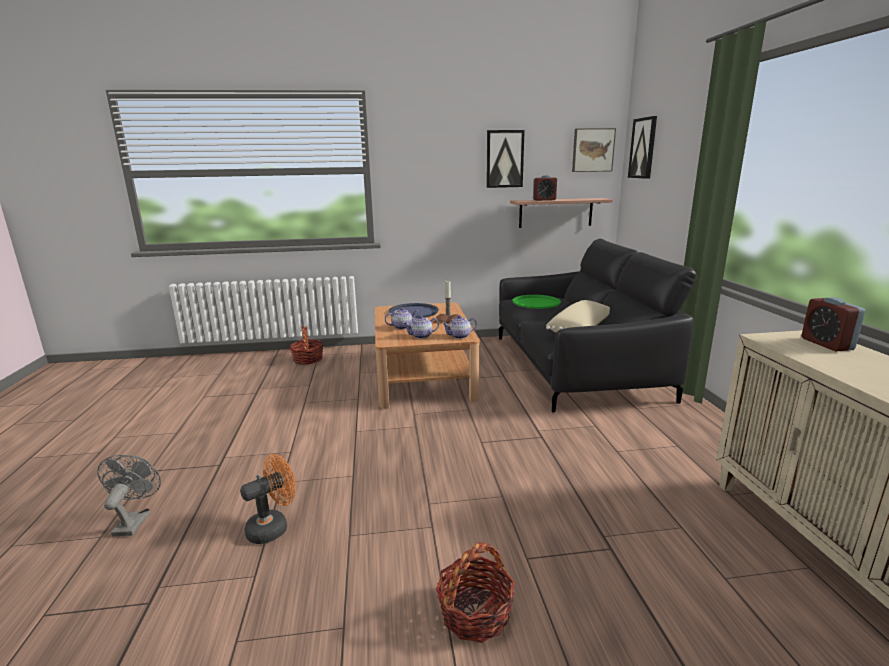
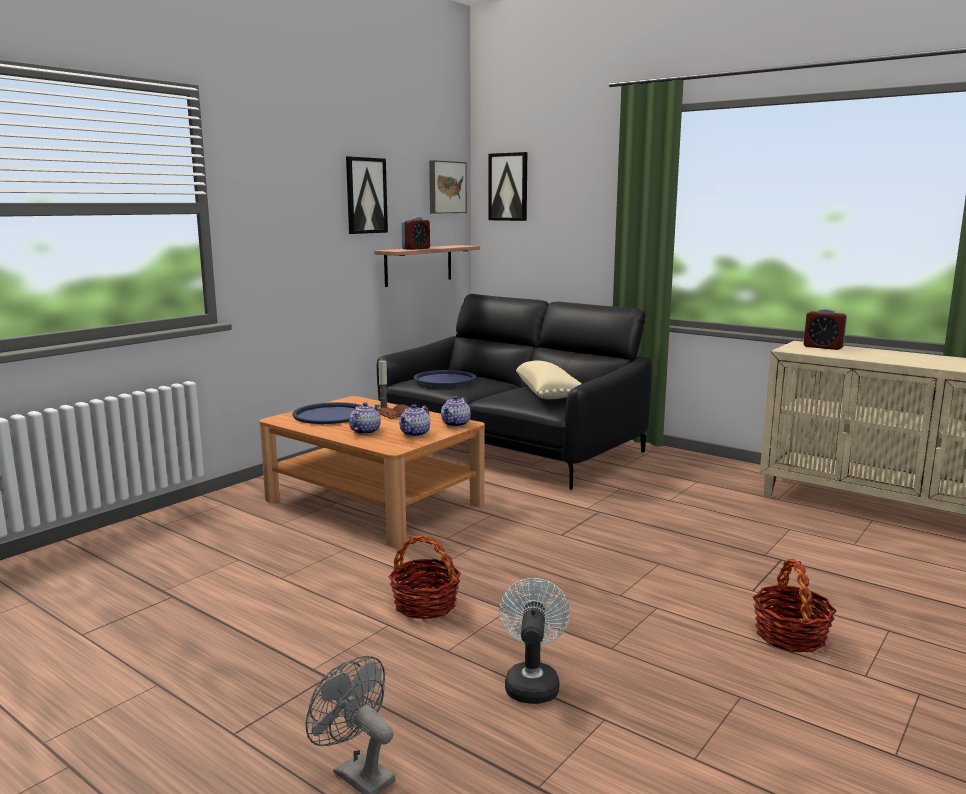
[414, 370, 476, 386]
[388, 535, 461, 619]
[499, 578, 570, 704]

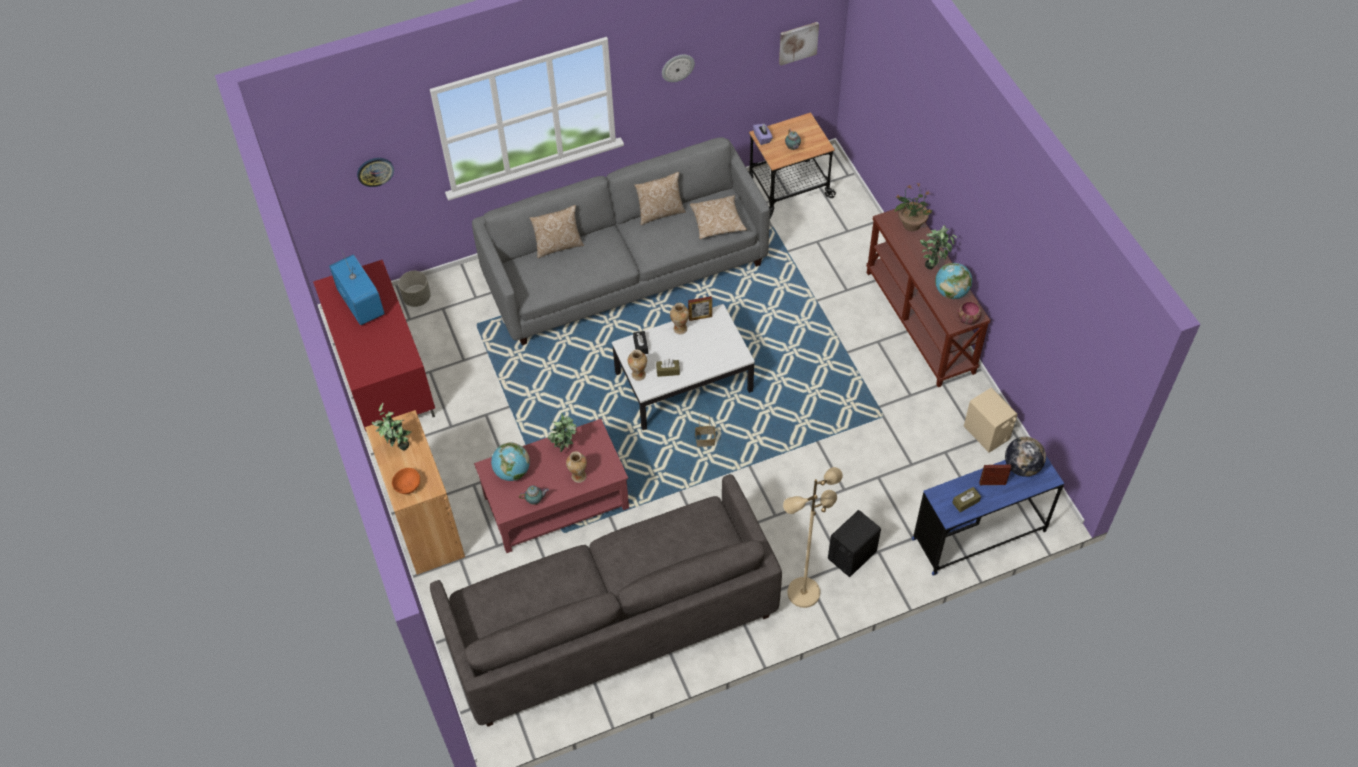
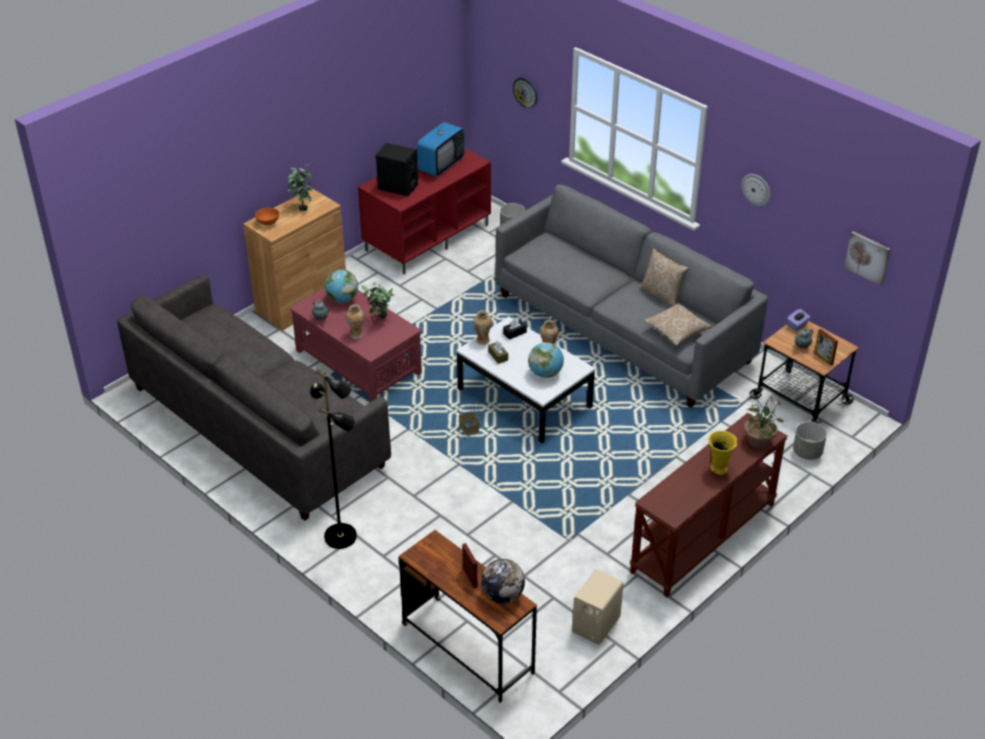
[530, 205, 584, 258] (first image)
[708, 431, 737, 475]
[528, 342, 564, 378]
[814, 329, 838, 366]
[957, 301, 982, 325] (first image)
[399, 530, 537, 703]
[310, 369, 357, 549]
[952, 487, 981, 512] (first image)
[375, 143, 418, 196]
[793, 422, 827, 460]

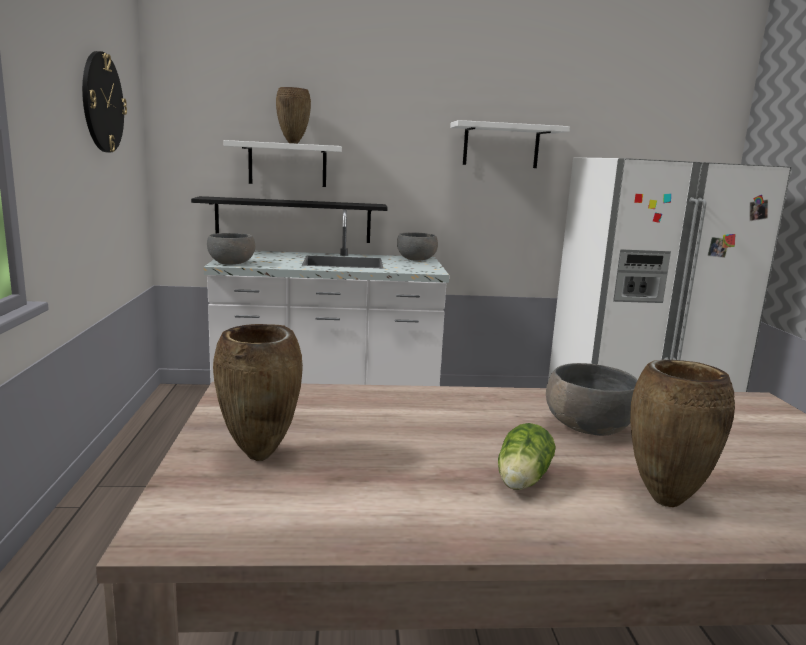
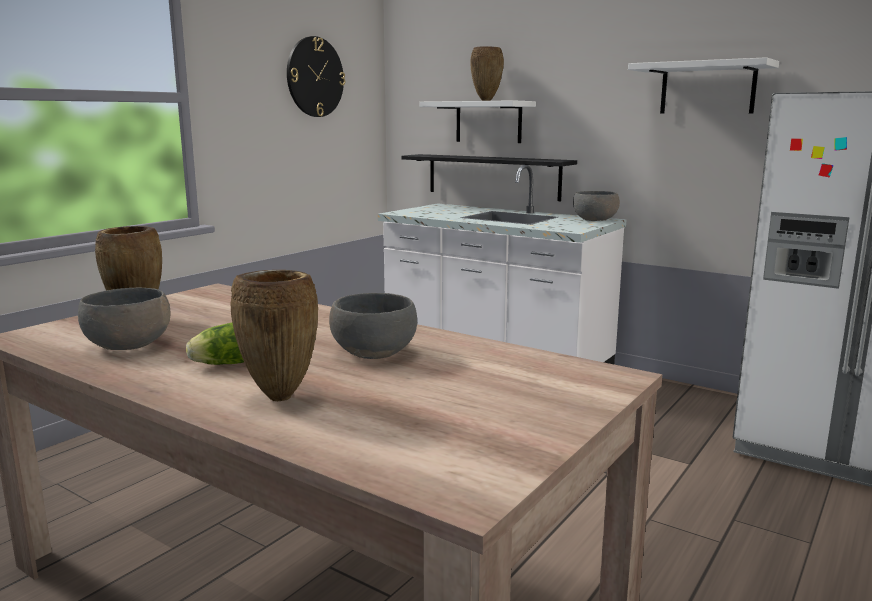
[78, 288, 171, 350]

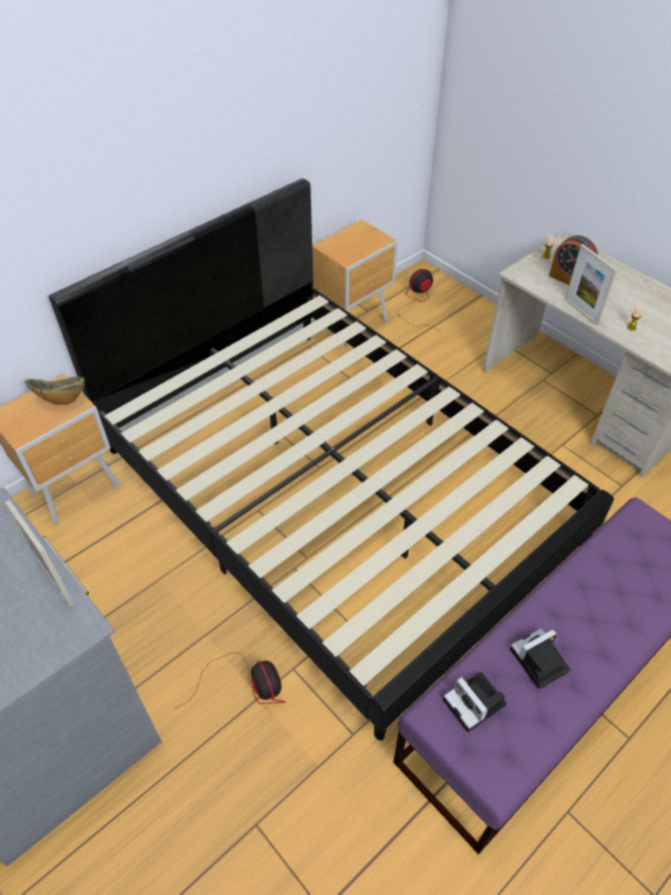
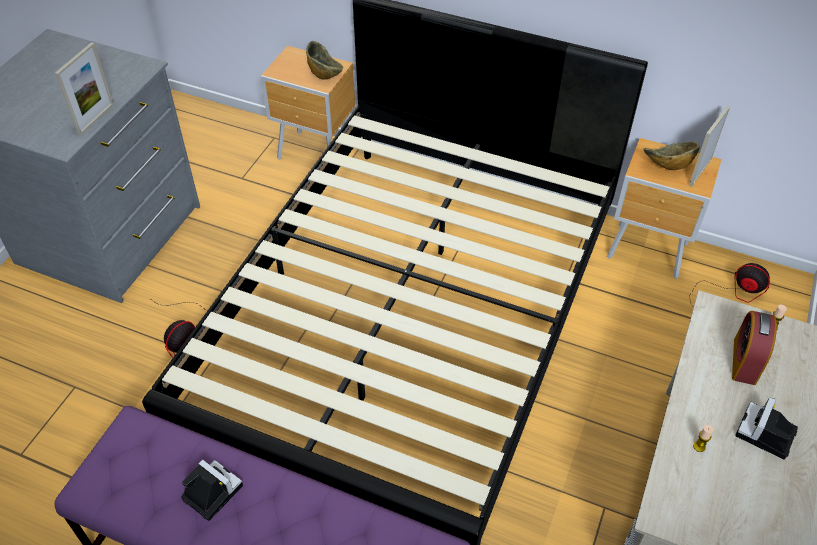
[689, 106, 730, 187]
[735, 397, 798, 460]
[644, 142, 700, 170]

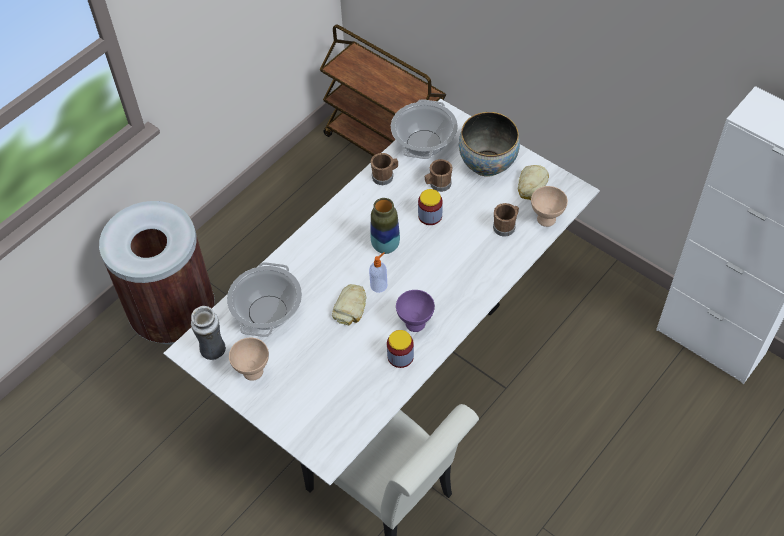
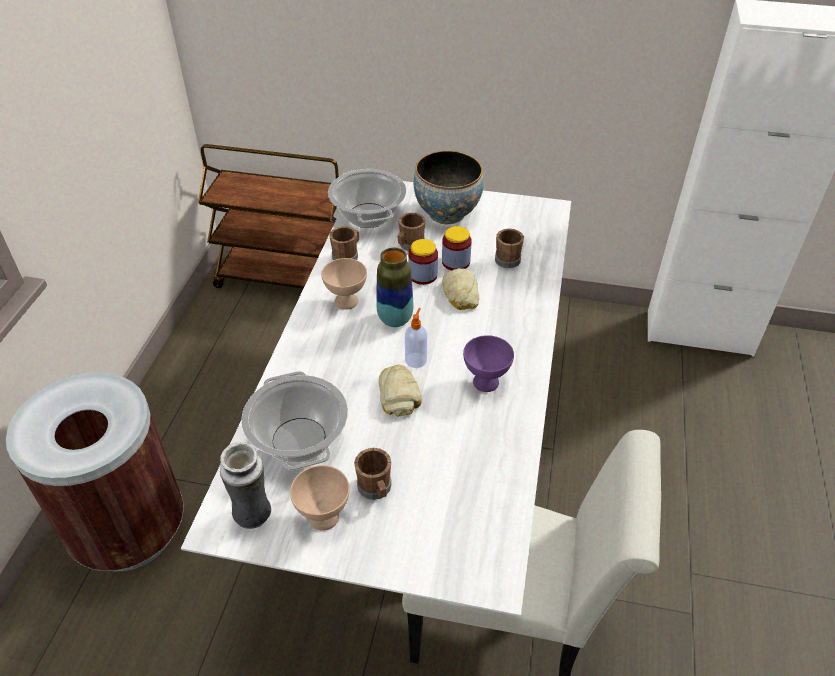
[442, 268, 479, 310]
[321, 258, 367, 310]
[442, 226, 472, 270]
[354, 448, 391, 500]

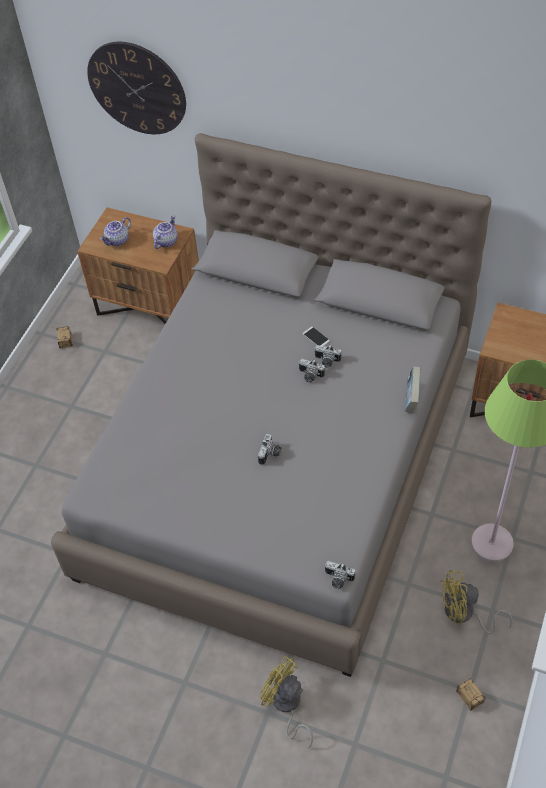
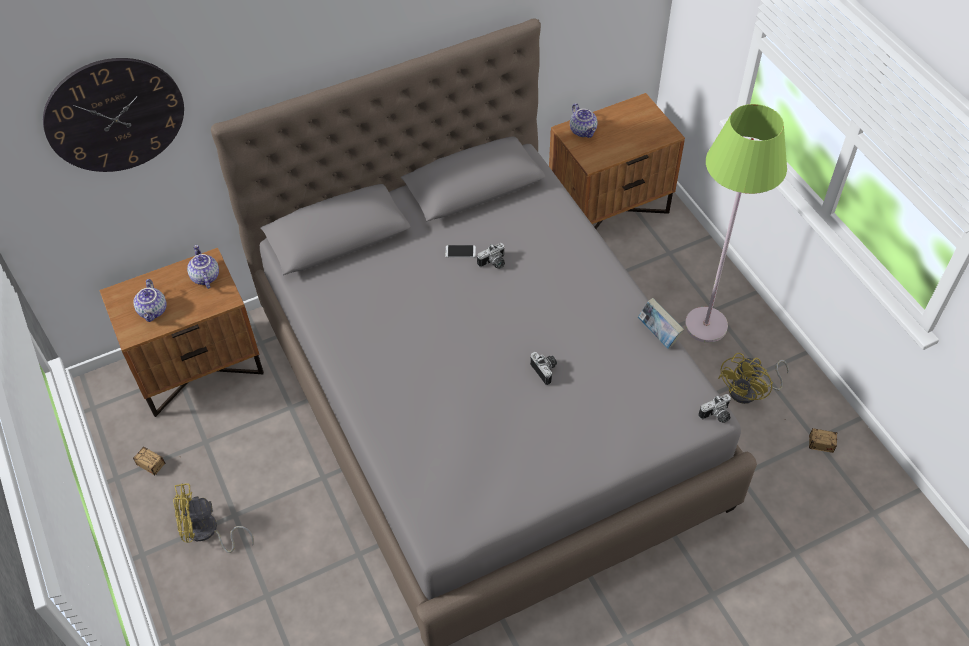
[299, 359, 325, 383] (first image)
[638, 298, 684, 349]
[173, 483, 254, 553]
[570, 103, 598, 138]

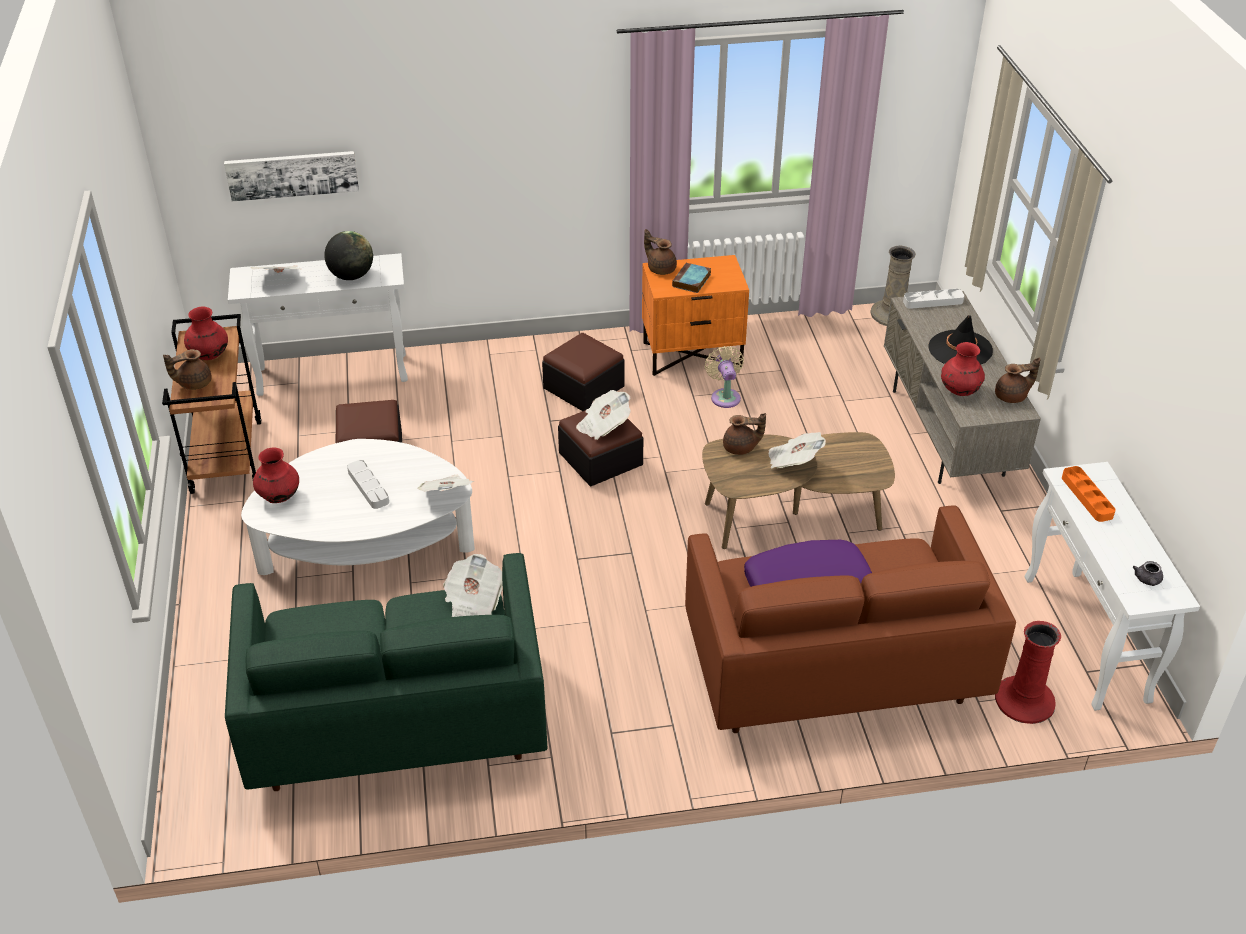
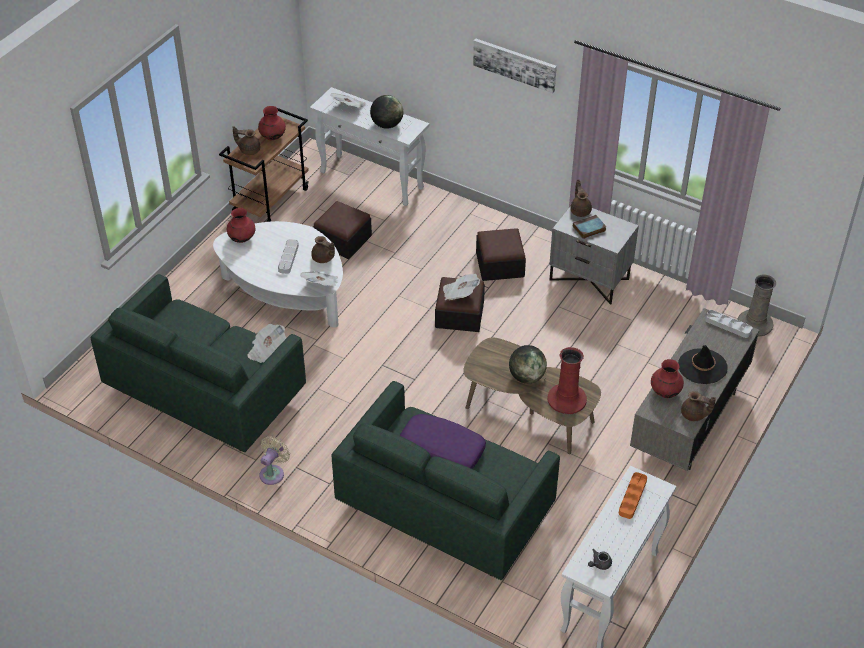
[473, 39, 557, 93]
[549, 207, 639, 305]
[259, 436, 290, 485]
[311, 236, 335, 263]
[509, 345, 547, 384]
[332, 381, 560, 580]
[547, 347, 587, 414]

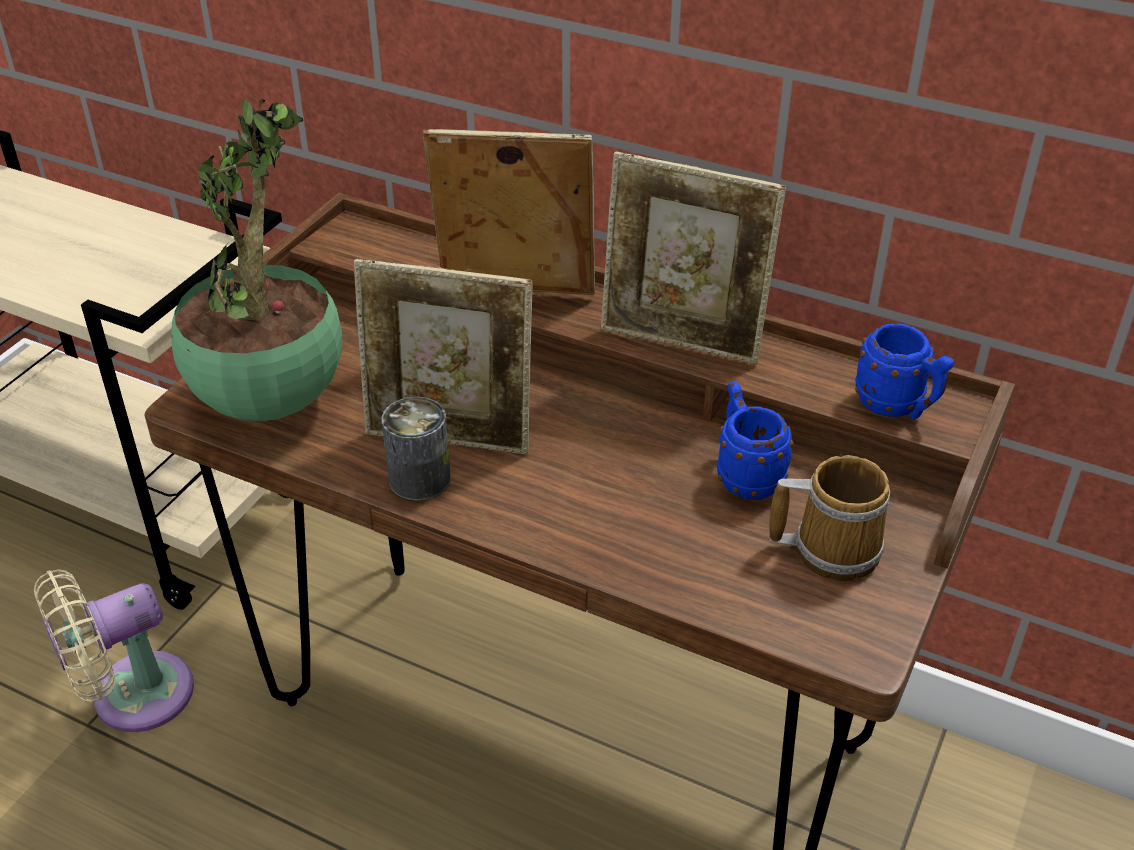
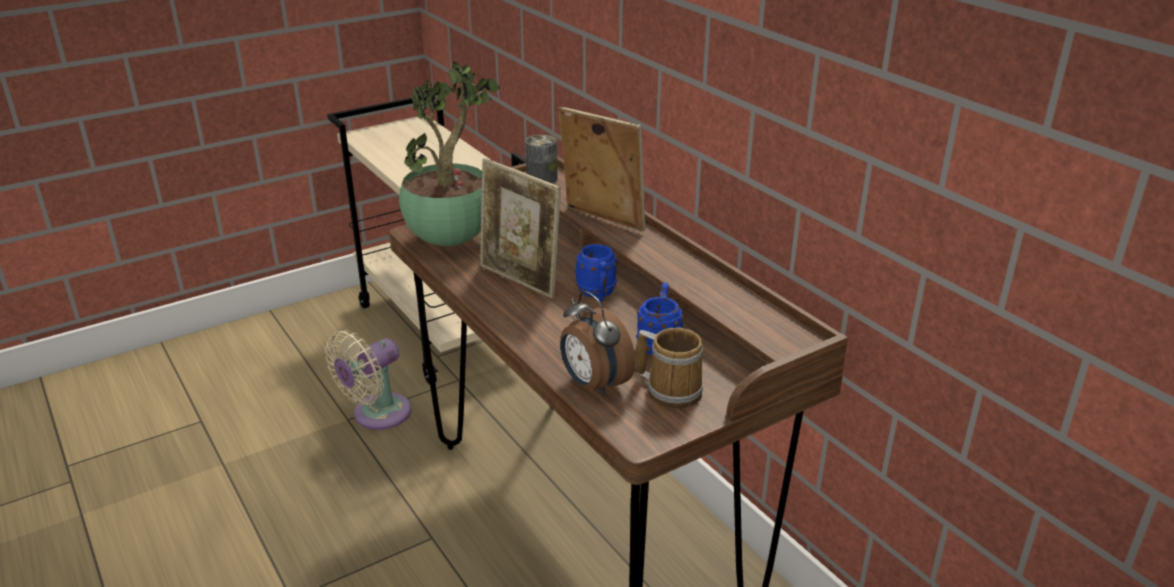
[601, 152, 786, 364] (first image)
[575, 244, 618, 301]
[525, 135, 558, 184]
[325, 331, 412, 430]
[560, 291, 635, 396]

